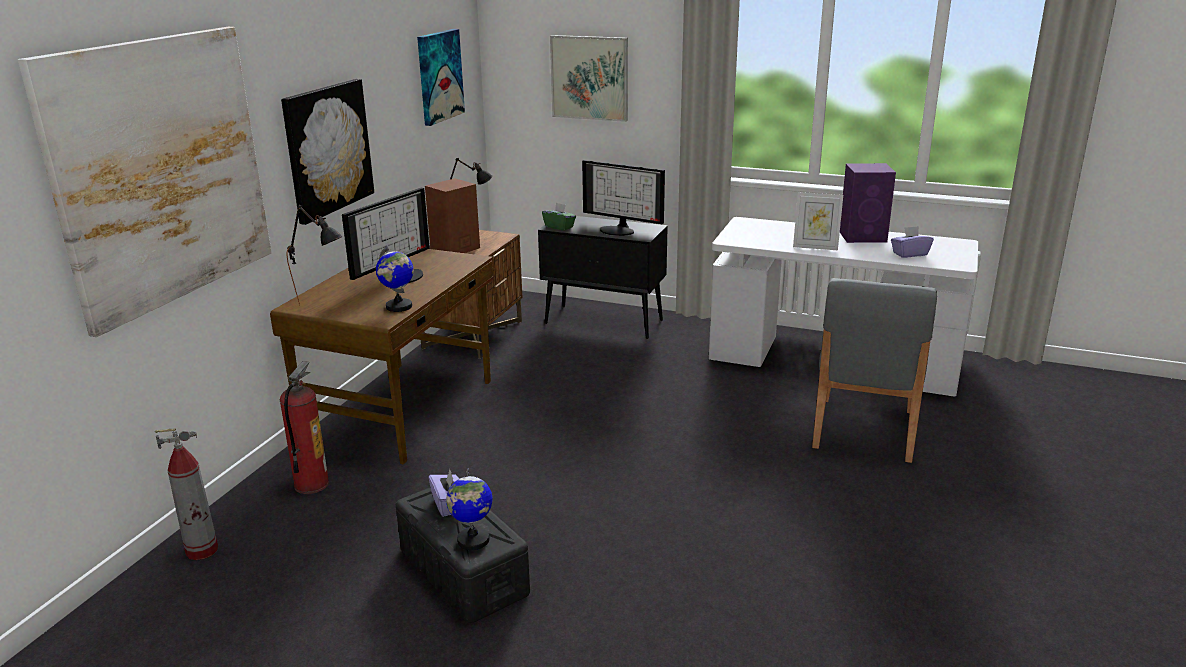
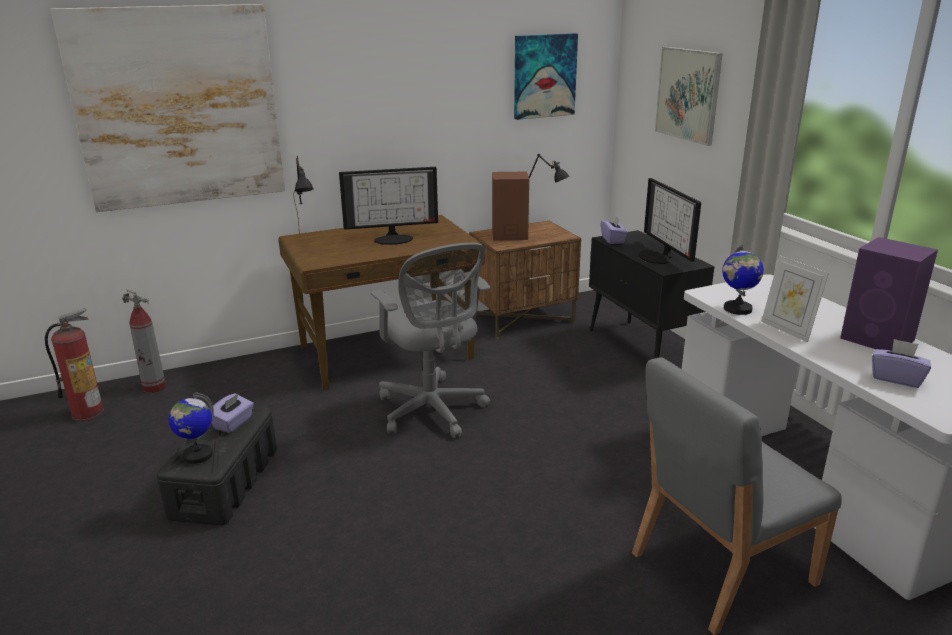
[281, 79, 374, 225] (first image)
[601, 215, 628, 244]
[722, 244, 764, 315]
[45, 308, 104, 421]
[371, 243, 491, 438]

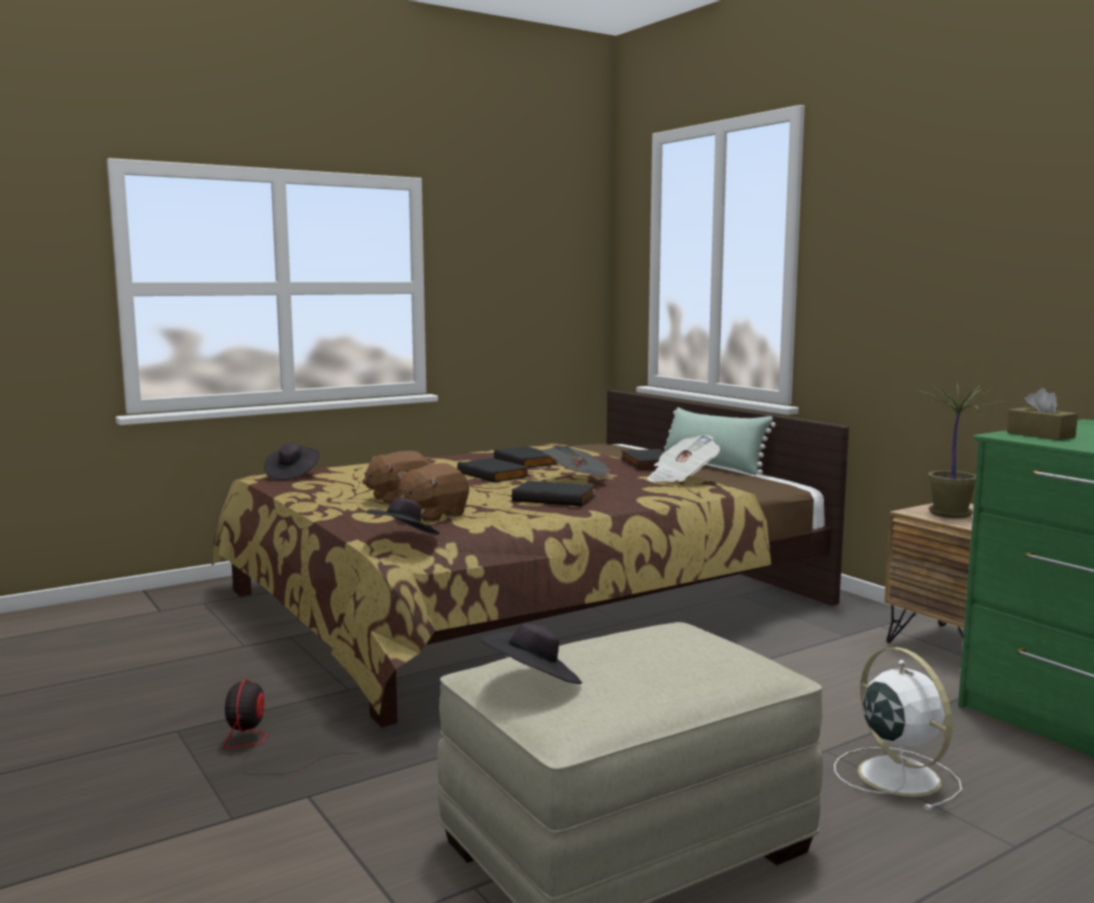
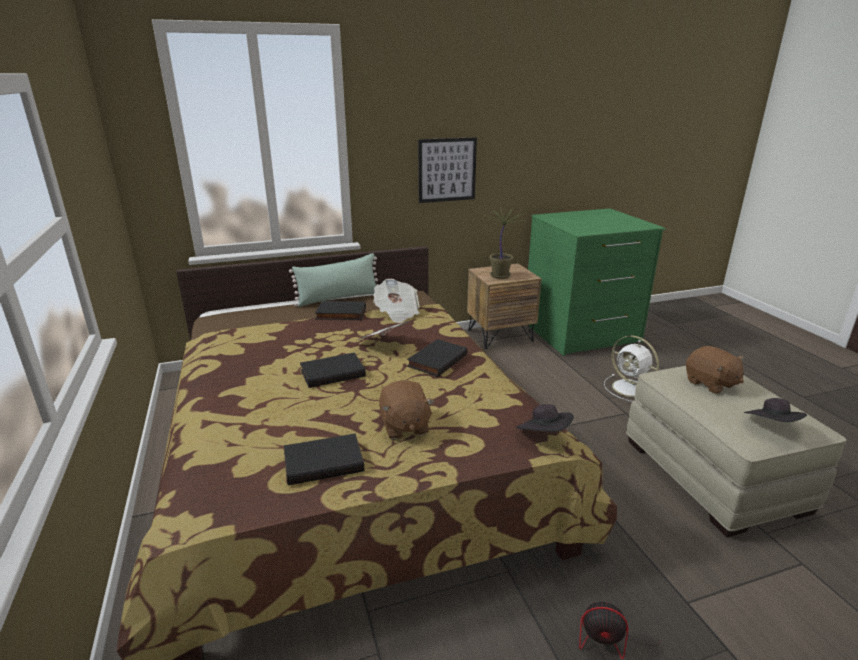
[1007, 388, 1078, 440] (first image)
[264, 443, 320, 480] (first image)
[284, 433, 364, 485]
[686, 346, 744, 394]
[604, 335, 659, 401]
[418, 137, 477, 203]

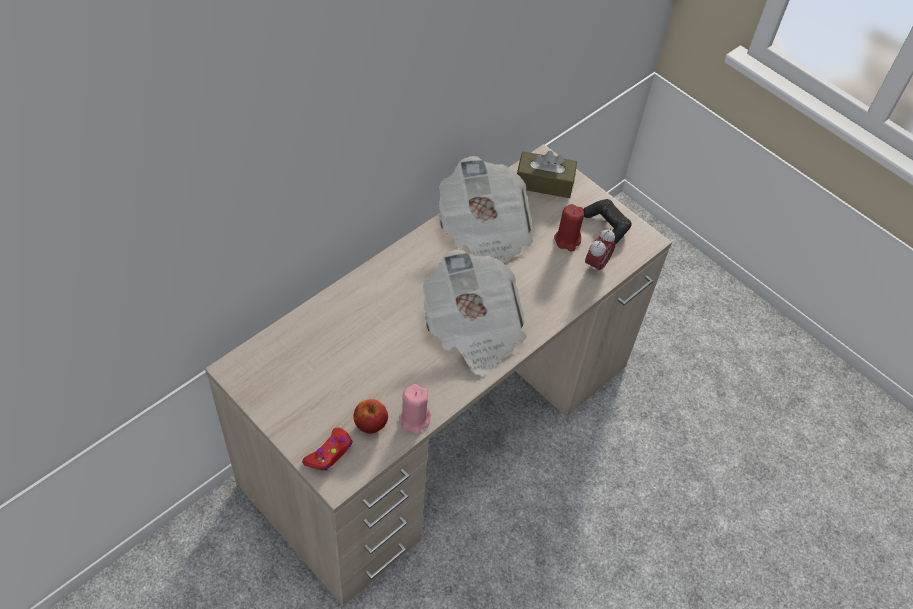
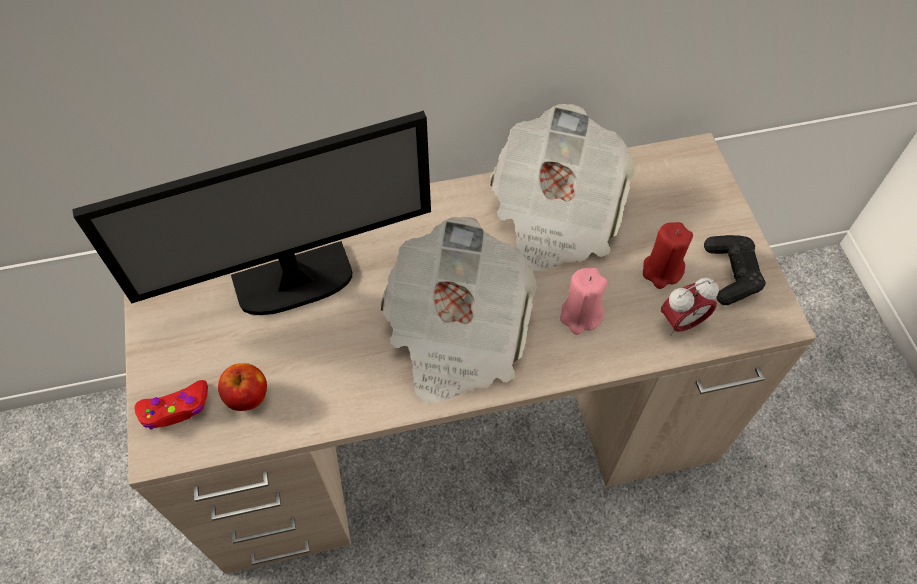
[517, 151, 577, 198] (first image)
[560, 268, 608, 335]
[72, 111, 431, 315]

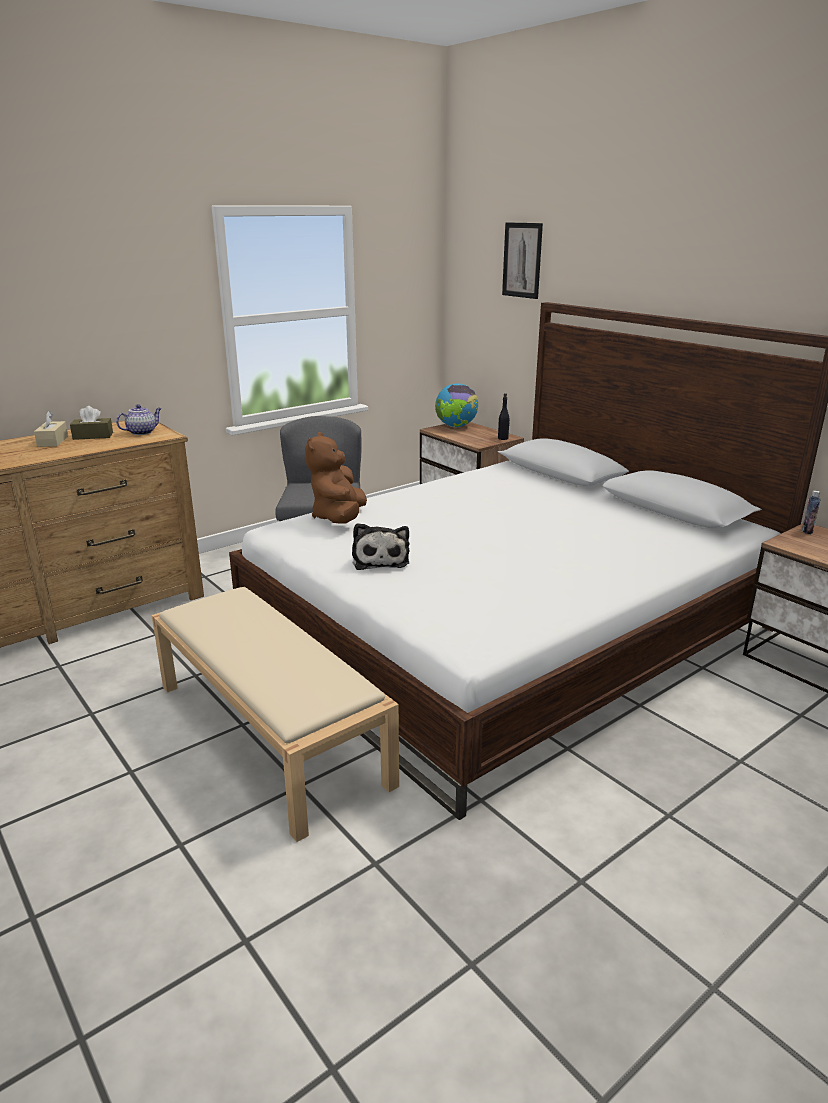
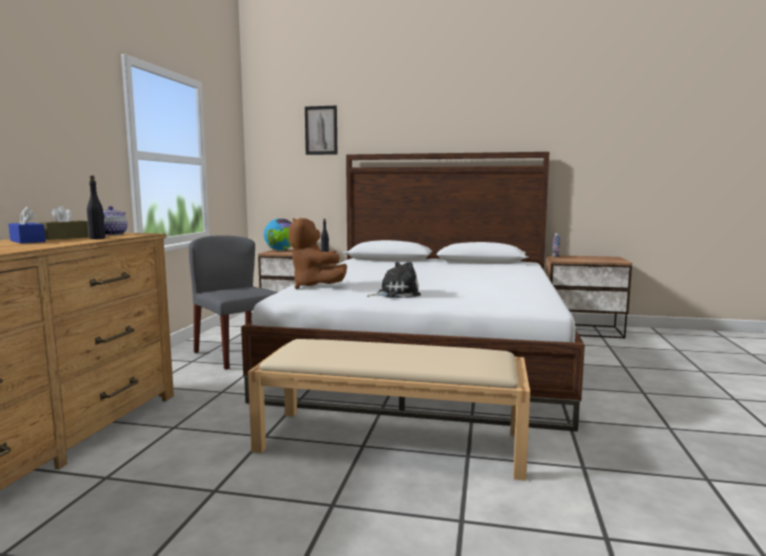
[8, 207, 46, 244]
[366, 262, 421, 298]
[87, 176, 105, 239]

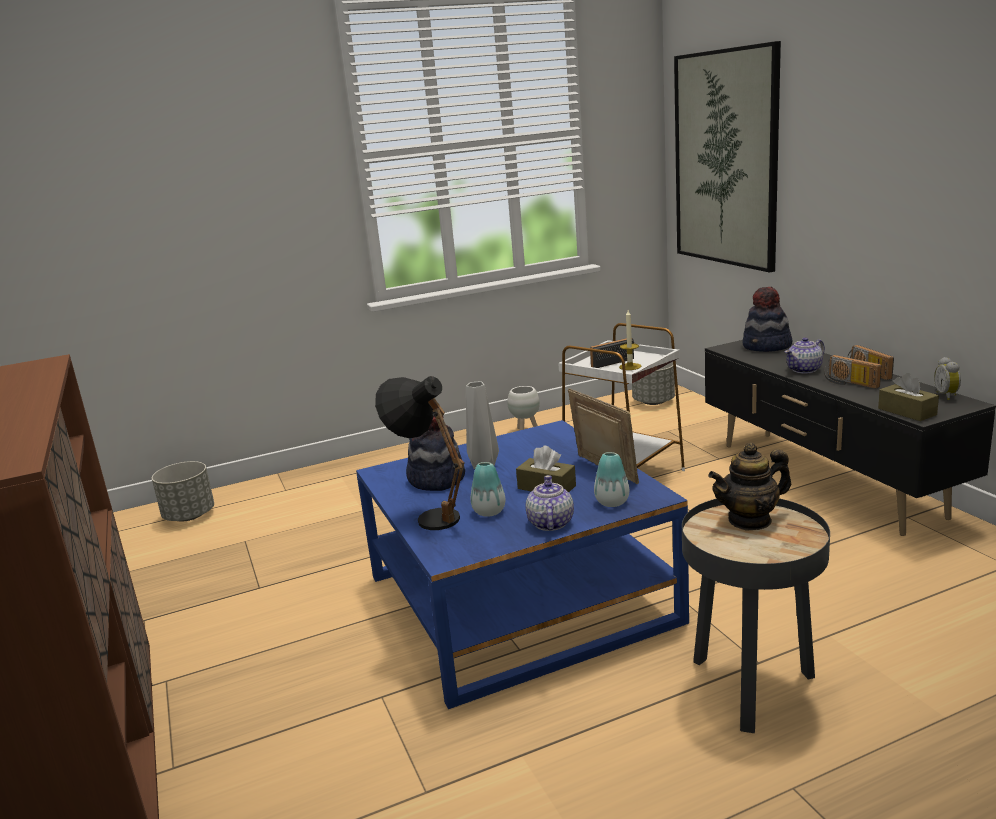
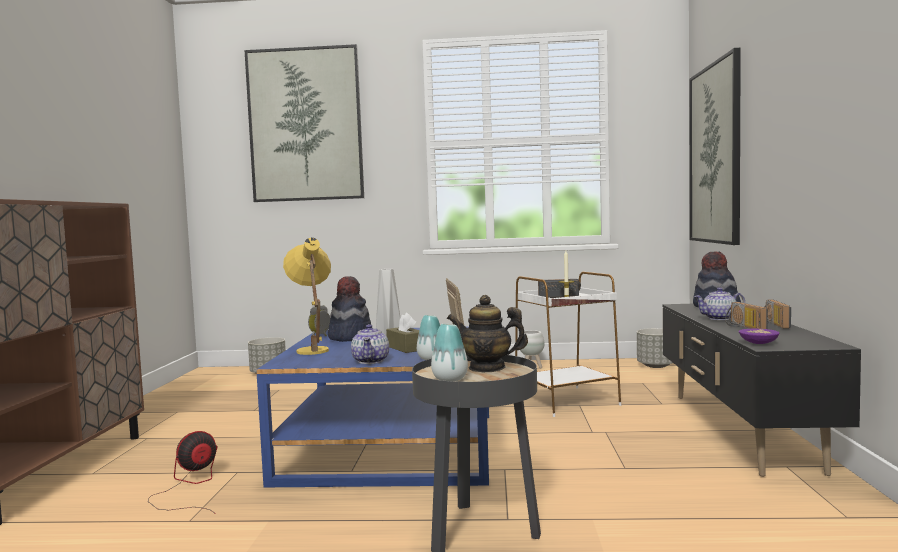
[308, 305, 330, 336]
[739, 329, 780, 344]
[283, 238, 331, 355]
[431, 324, 468, 381]
[351, 324, 389, 364]
[244, 44, 364, 202]
[148, 431, 217, 513]

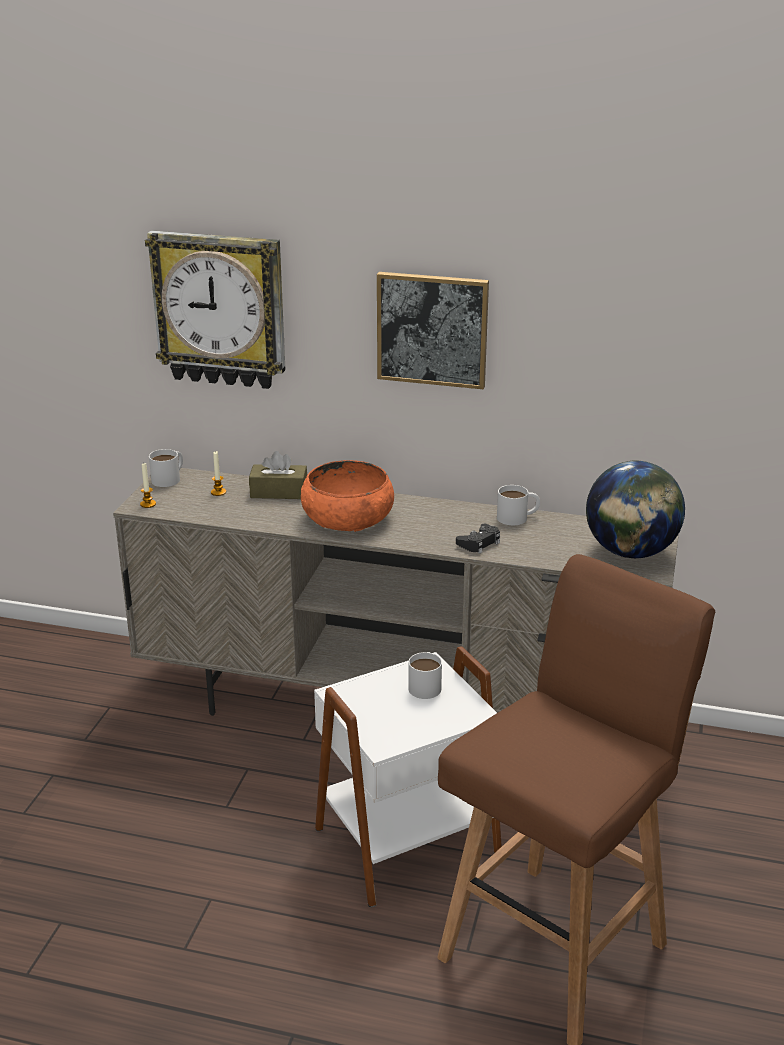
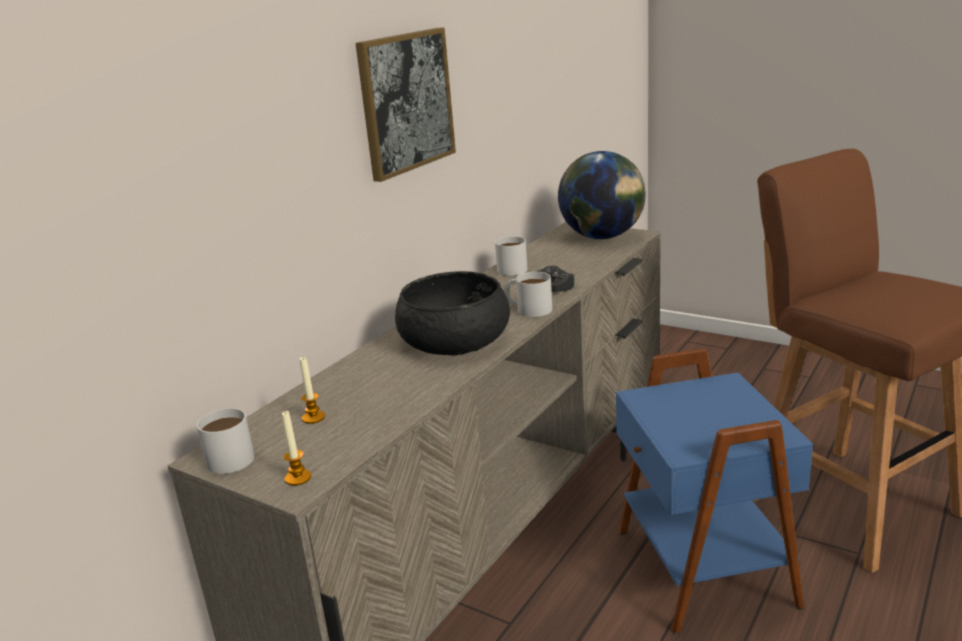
[145, 230, 285, 389] (first image)
[249, 451, 307, 499] (first image)
[395, 271, 510, 356]
[616, 349, 813, 634]
[504, 272, 552, 317]

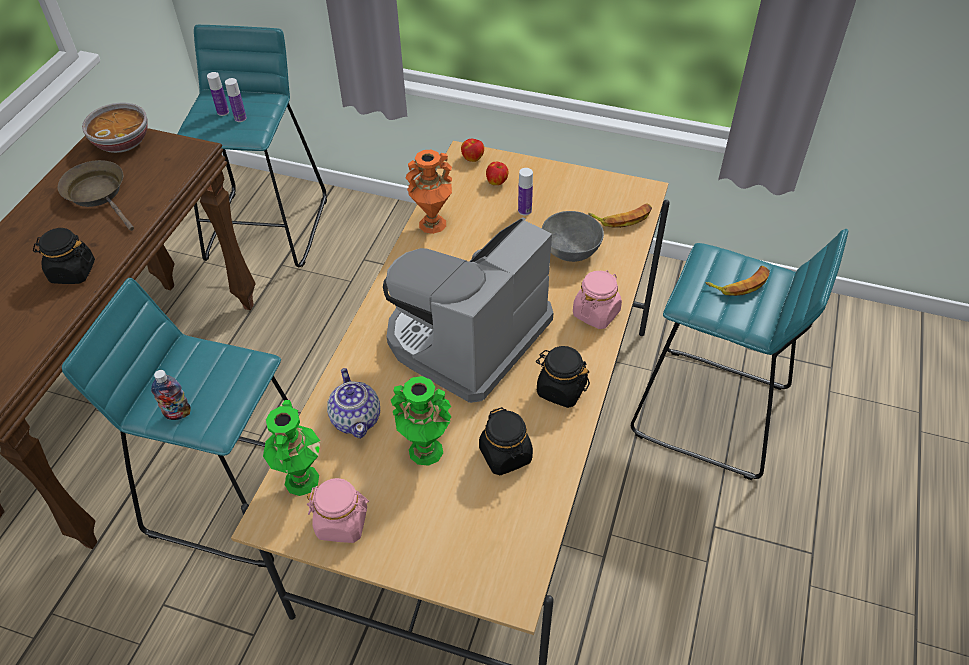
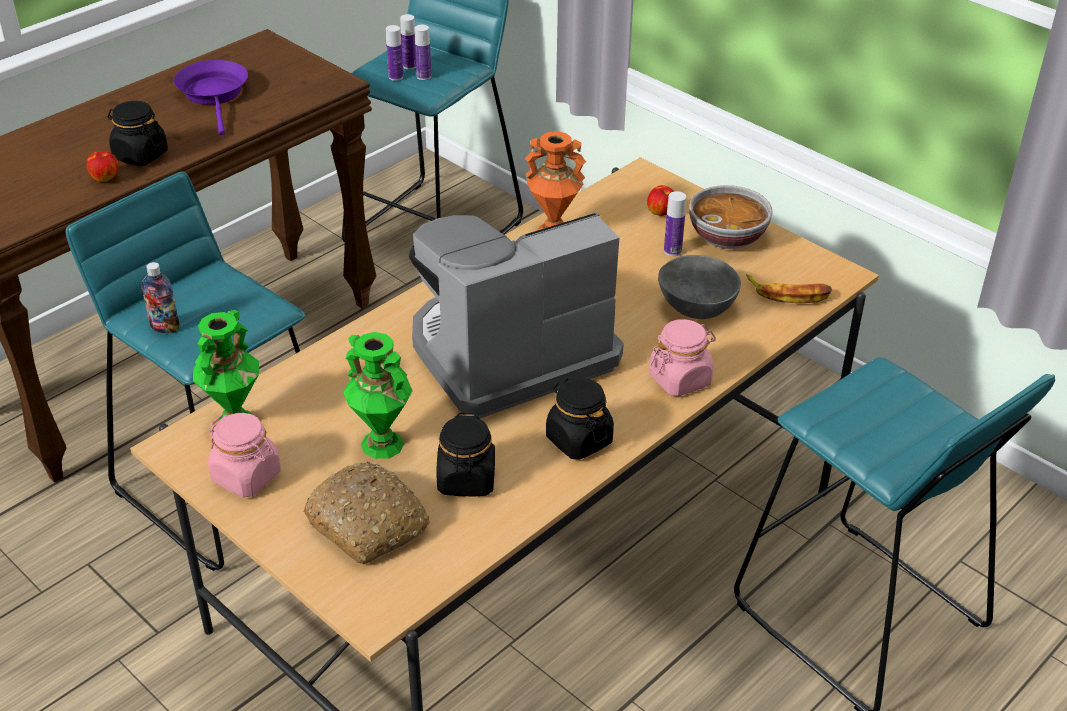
[689, 185, 773, 249]
[86, 151, 119, 183]
[174, 60, 248, 136]
[705, 266, 770, 296] (first image)
[327, 368, 380, 438] (first image)
[386, 25, 403, 81]
[303, 461, 430, 564]

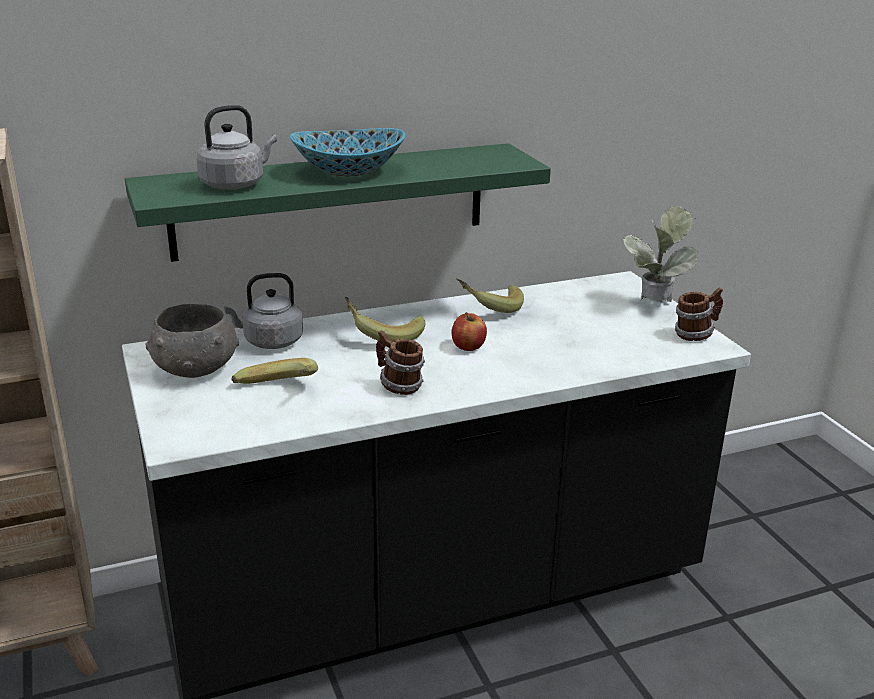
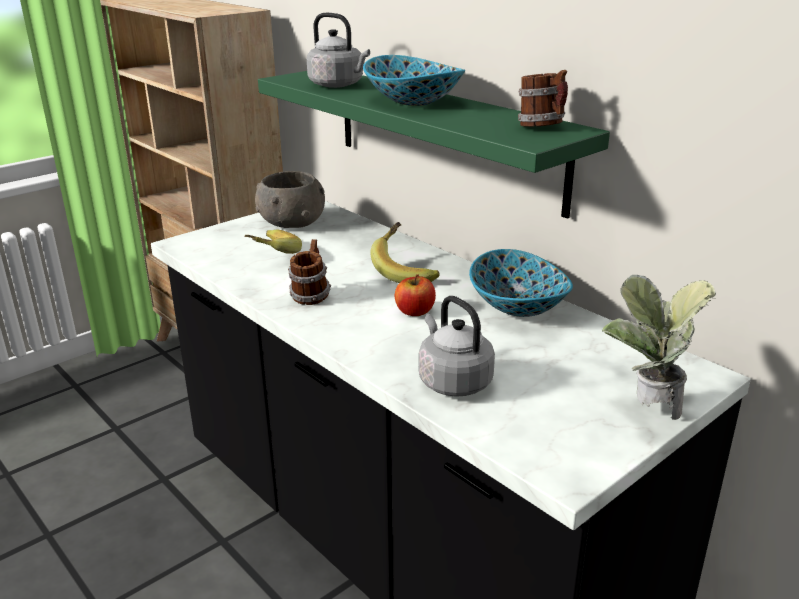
[419, 296, 495, 397]
[469, 249, 573, 317]
[518, 70, 568, 127]

